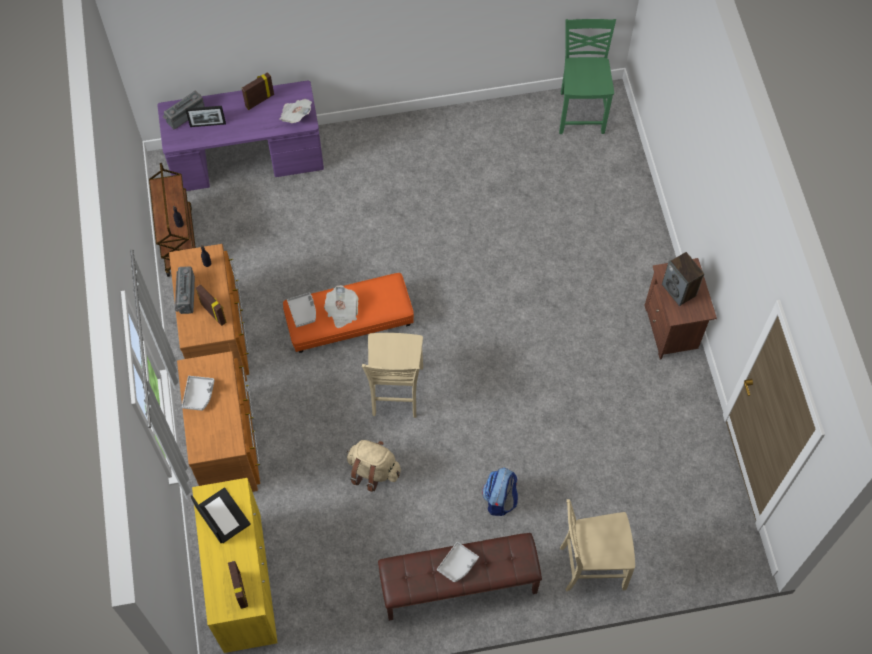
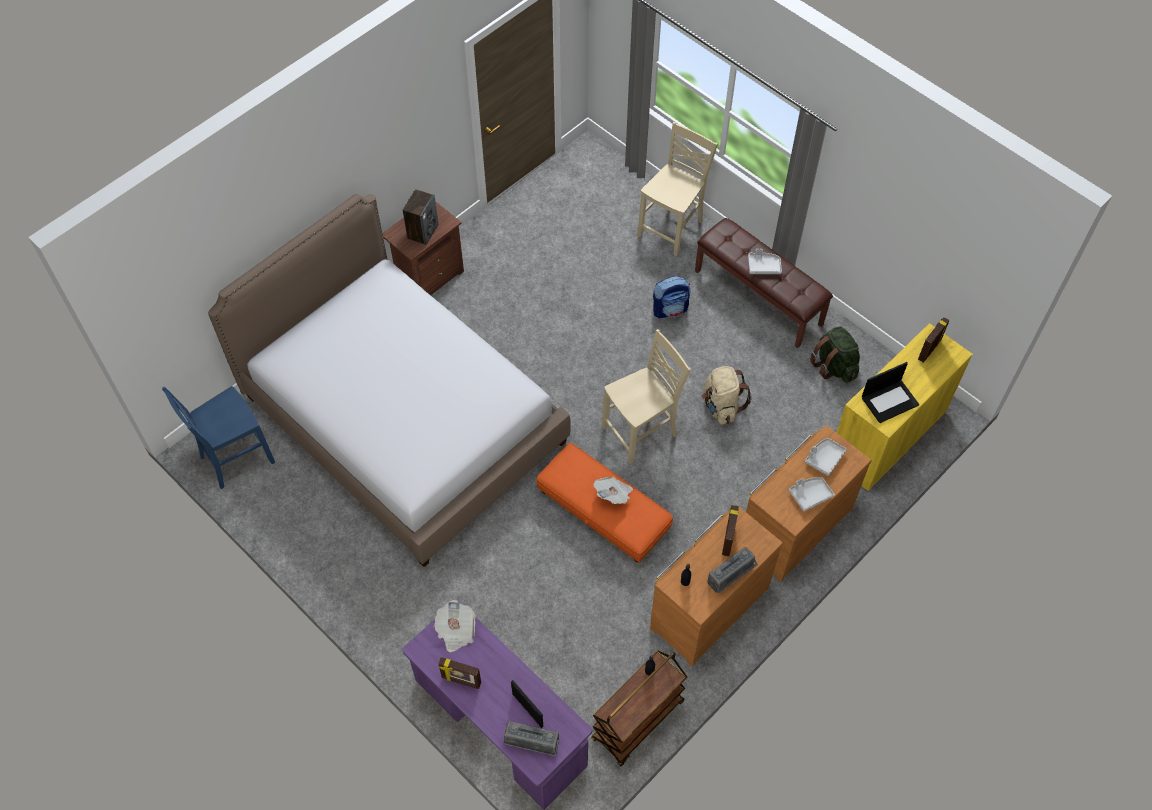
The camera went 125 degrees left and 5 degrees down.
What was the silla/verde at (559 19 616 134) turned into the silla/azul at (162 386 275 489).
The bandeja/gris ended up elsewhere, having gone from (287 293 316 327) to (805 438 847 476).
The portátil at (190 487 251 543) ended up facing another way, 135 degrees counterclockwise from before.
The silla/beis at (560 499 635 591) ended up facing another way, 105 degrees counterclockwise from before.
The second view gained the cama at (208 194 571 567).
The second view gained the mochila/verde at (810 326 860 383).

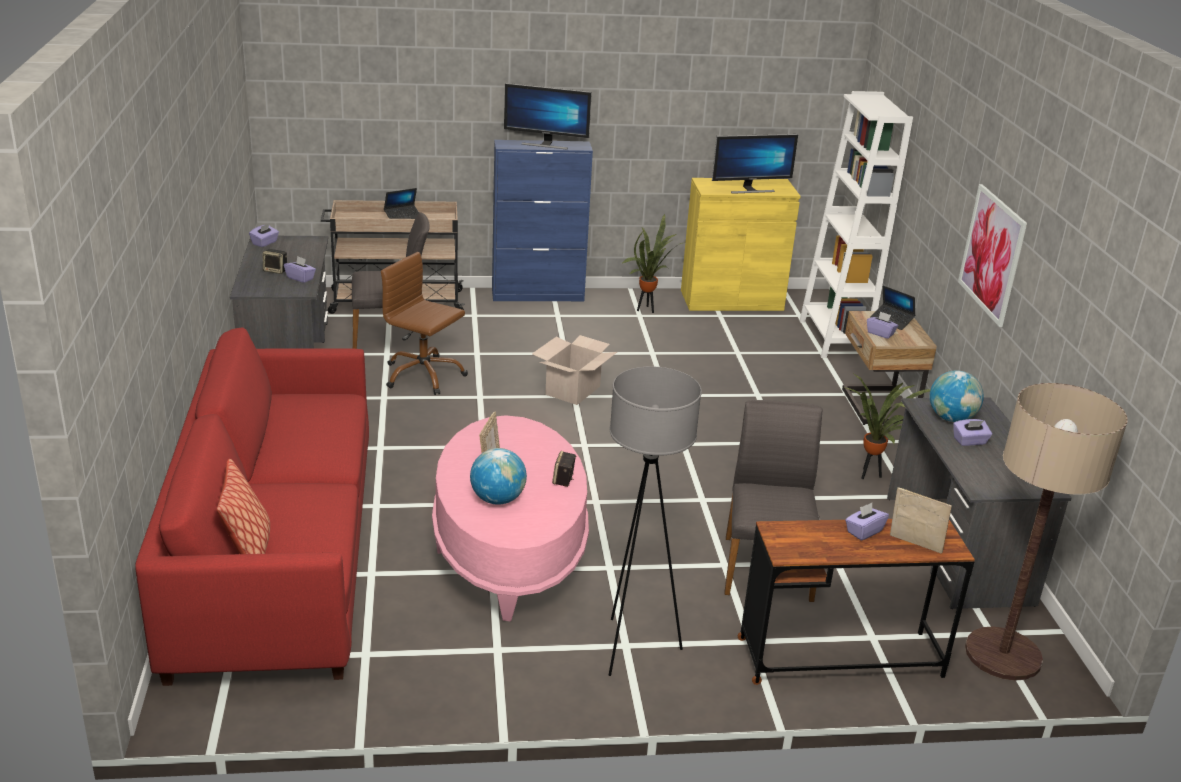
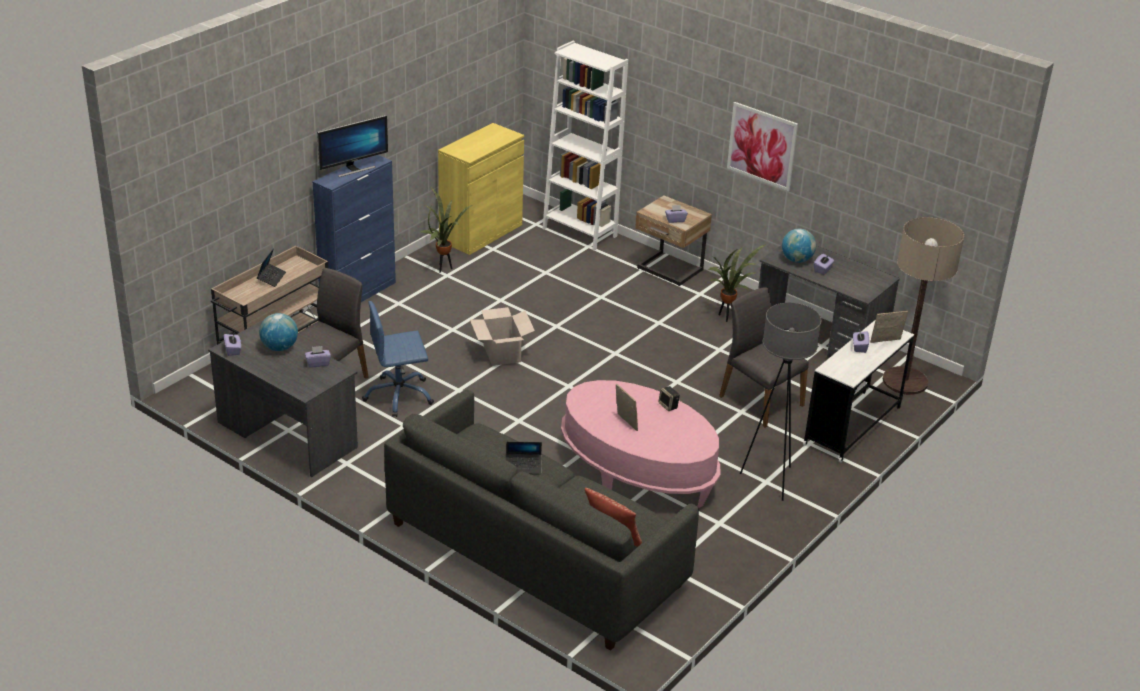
The camera went 45 degrees left and 5 degrees up.
The second view lost the monitor at (712 134 798 194).
The second view lost the altavoz at (263 249 287 274).
What was the silla de oficina/marrón at (381 252 468 395) turned into the silla de oficina/azul at (362 301 434 417).
The portátil ended up elsewhere, having gone from (870 286 915 330) to (506 442 542 474).
What was the sofá/rojo at (135 327 369 686) turned into the sofá/gris at (384 390 699 651).
The globo terráqueo ended up elsewhere, having gone from (470 448 527 505) to (259 313 298 351).
What was the escritorio/marrón at (738 519 975 685) turned into the escritorio/blanco at (803 320 914 462).

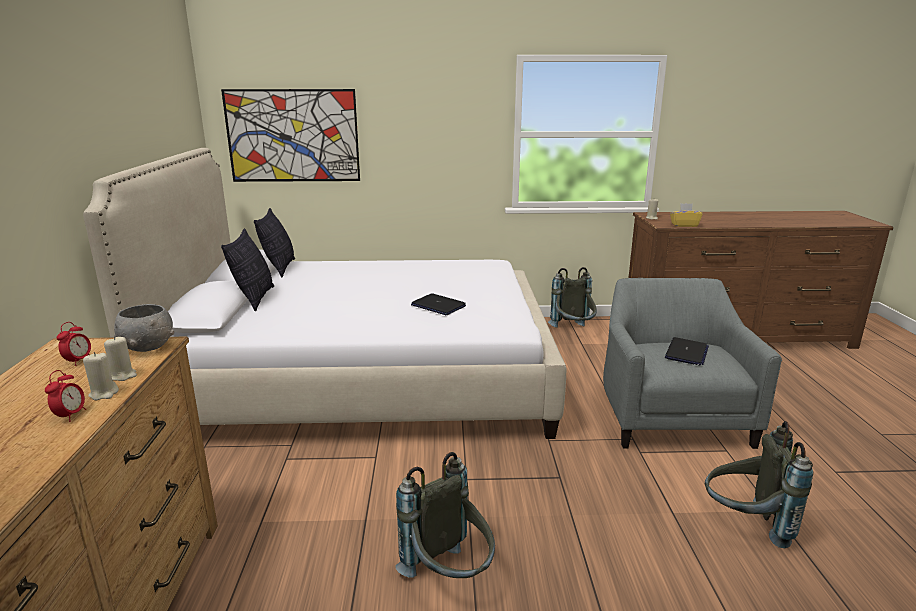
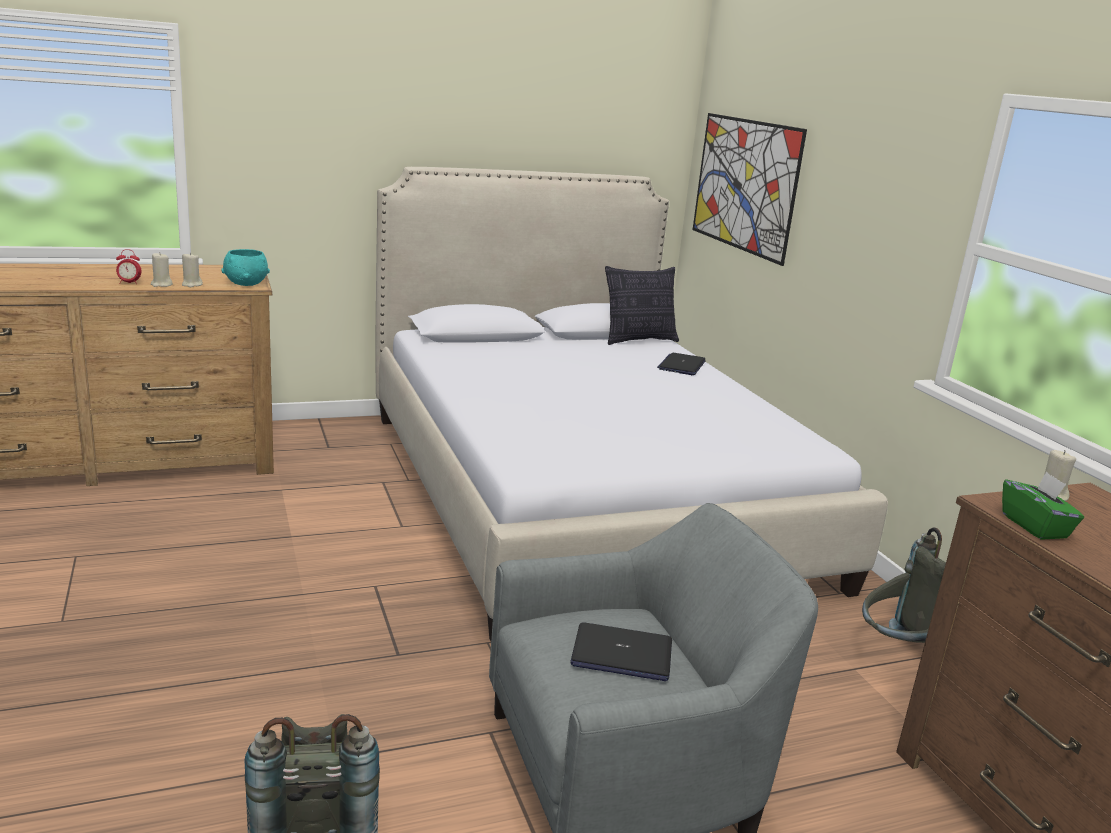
The camera went 70 degrees right and 0 degrees up.
What was the caja de pañuelos/amarillo at (670 203 703 227) turned into the caja de pañuelos/verde at (1002 472 1084 540).
The second view lost the cojín at (221 229 274 311).
The portátil ended up elsewhere, having gone from (411 294 466 315) to (657 353 706 375).
What was the cuenco/gris at (114 304 174 352) turned into the cuenco/turquesa at (221 249 270 286).
The second view lost the despertador at (56 322 91 366).
The second view lost the mochila/gris at (396 452 495 578).

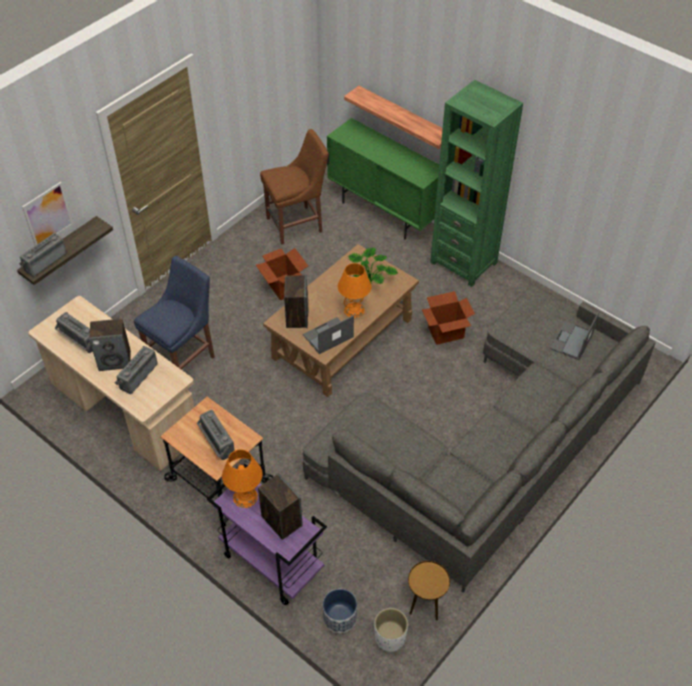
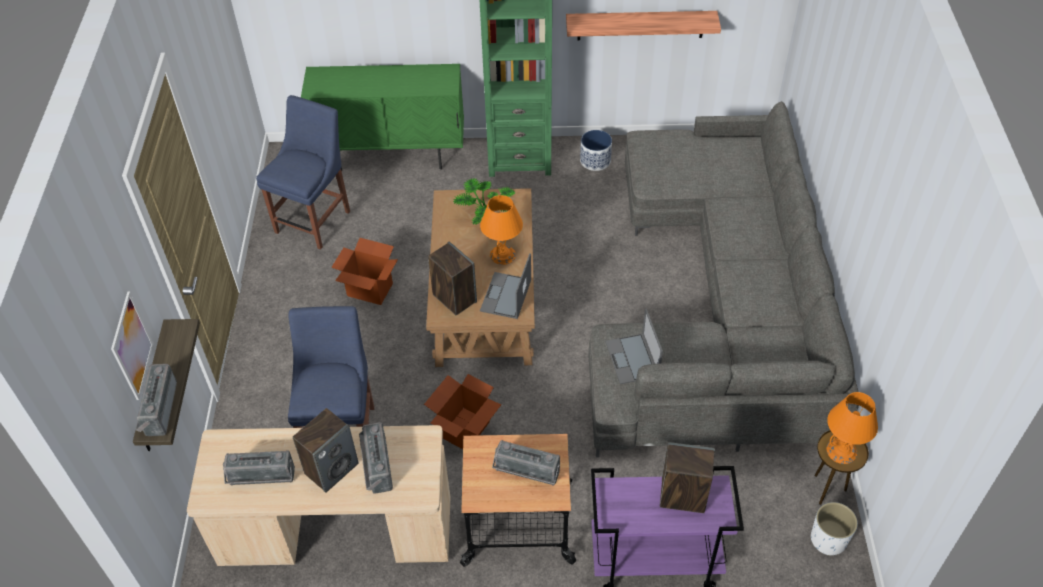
The camera went 40 degrees left and 0 degrees up.
The estante ended up elsewhere, having gone from (344 86 443 149) to (566 11 721 40).
What was the silla/marrón at (260 129 329 245) turned into the silla/azul at (256 95 350 250).
The caja de cartón ended up elsewhere, having gone from (422 291 475 345) to (424 374 501 449).
The portátil ended up elsewhere, having gone from (550 311 599 360) to (605 309 663 384).
The lámpara de mesa/naranja ended up elsewhere, having gone from (222 449 263 508) to (827 392 878 464).
The maceta ended up elsewhere, having gone from (323 589 357 633) to (580 130 612 171).

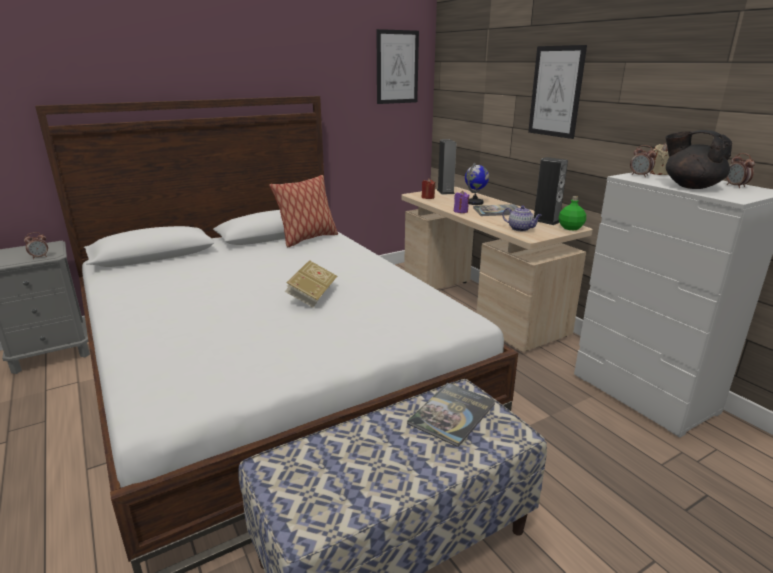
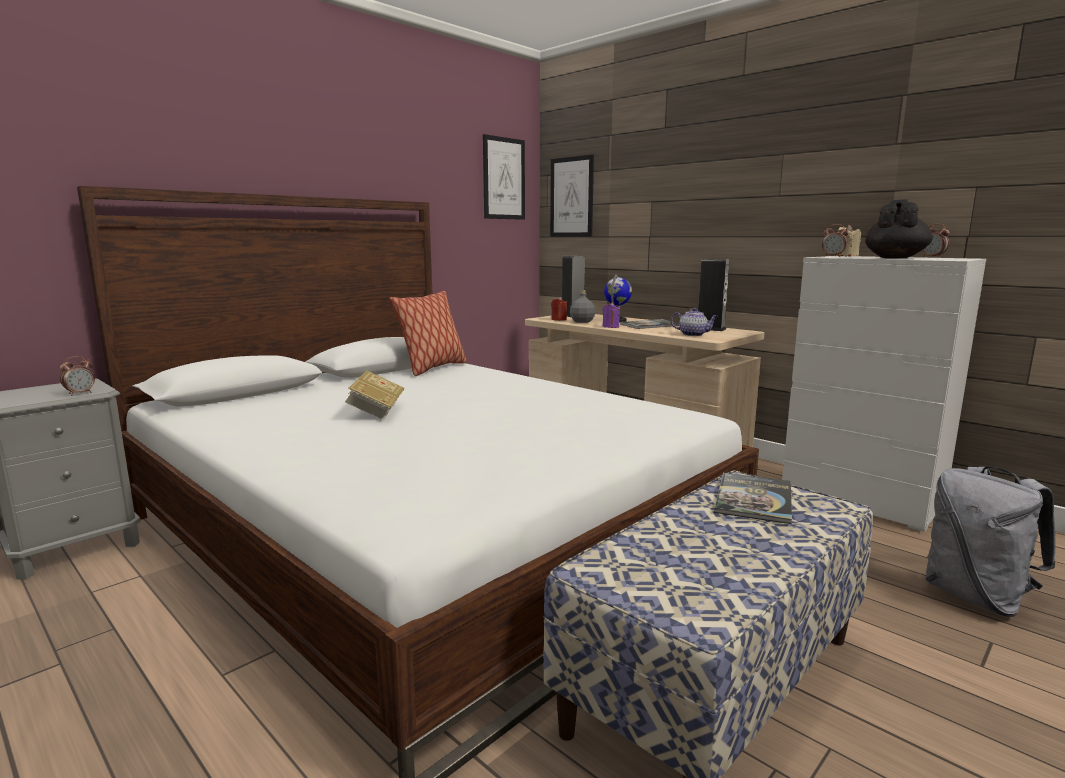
The camera went 15 degrees left and 10 degrees down.
The cuadro ended up elsewhere, having gone from (528 45 587 139) to (550 155 594 237).
The tetera/negro at (665 130 732 189) ended up facing another way, 90 degrees clockwise from before.
The second view lost the botella/verde at (559 196 586 230).
The libro ended up elsewhere, having gone from (285 260 337 308) to (345 371 405 420).
The second view gained the botella/gris at (570 290 596 323).
The second view gained the mochila/gris at (925 466 1056 617).

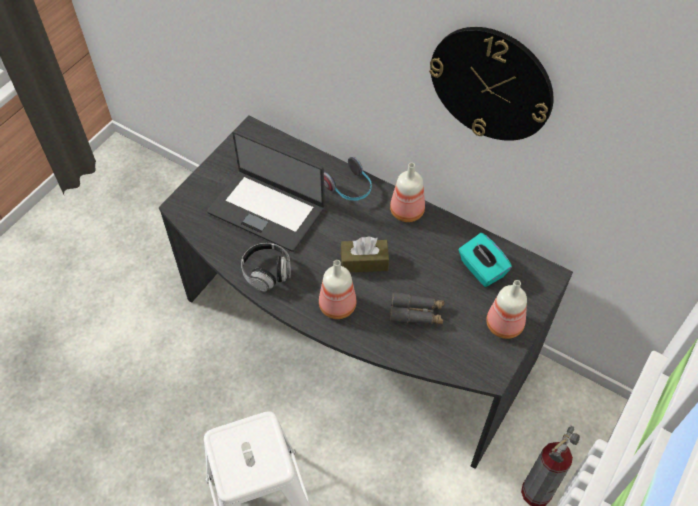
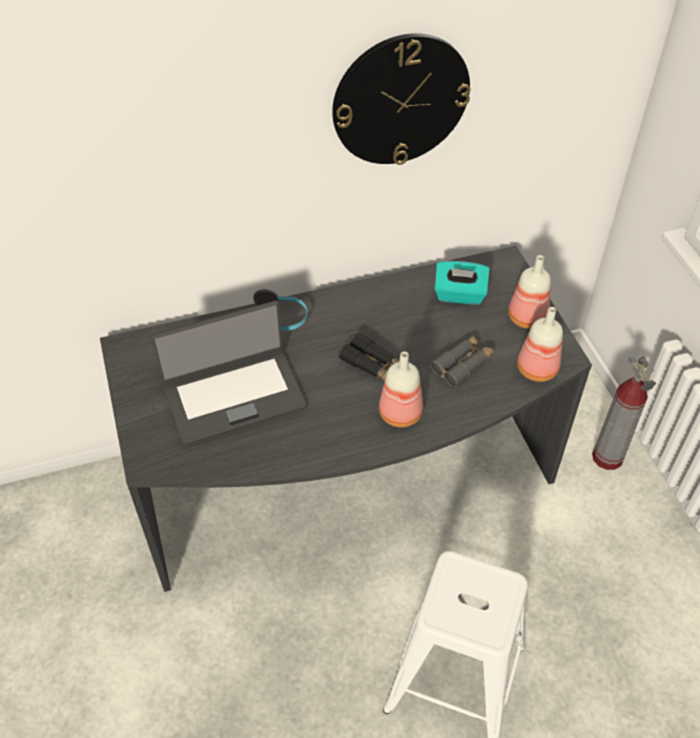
The camera went 50 degrees left and 5 degrees down.
The botella ended up elsewhere, having gone from (390 163 425 222) to (517 307 563 382).
Where the caja de pañuelos/marrón stood at (341 236 389 272), the prismáticos/negro came to stand at (338 332 400 381).
The second view lost the auriculares at (241 243 291 292).

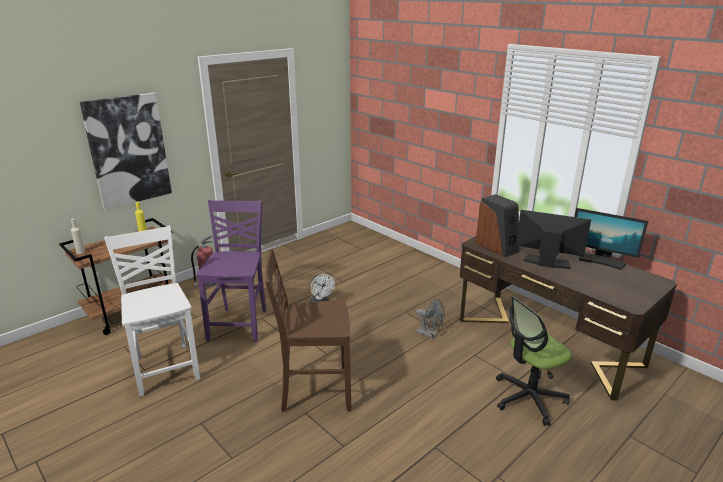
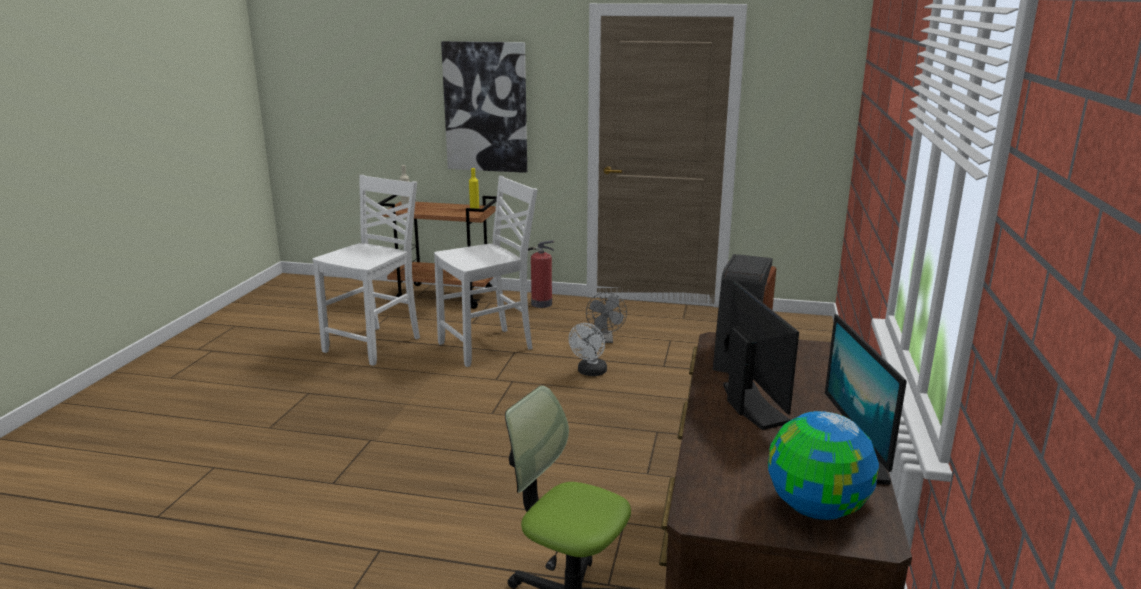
The camera went 55 degrees right and 5 degrees down.
What was the silla/morado at (196 200 266 342) turned into the silla/blanco at (434 176 538 367).
The second view lost the silla/marrón at (265 249 351 412).
The ventilador/gris ended up elsewhere, having gone from (416 299 445 339) to (586 292 627 343).
The second view gained the globo terráqueo at (768 411 879 520).

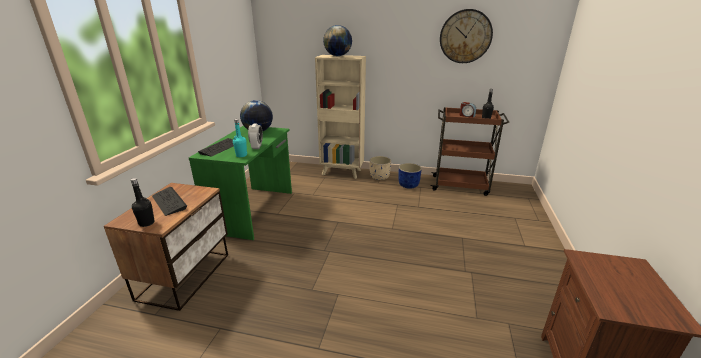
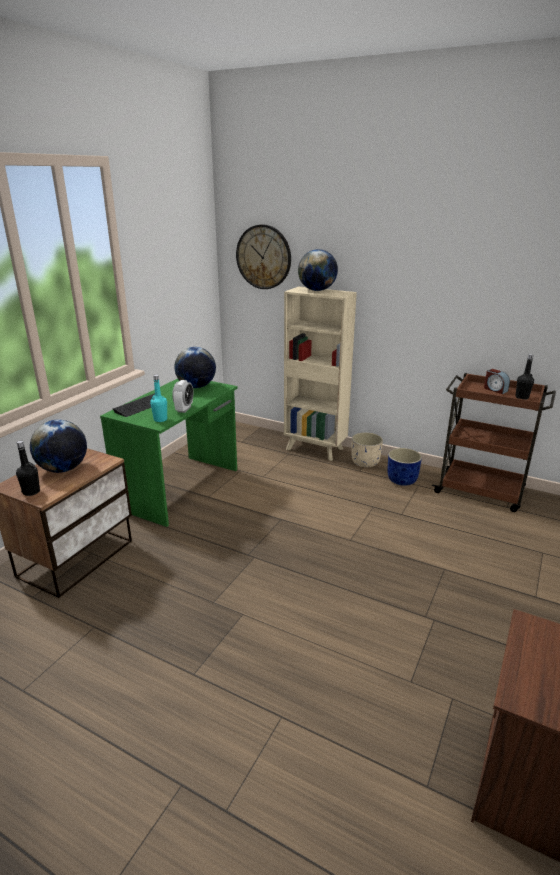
The camera went 15 degrees right and 0 degrees up.
The reloj de pared ended up elsewhere, having gone from (440 9 493 63) to (236 224 291 289).
Where the teclado stood at (152 187 187 216), the globo terráqueo came to stand at (30 420 87 473).

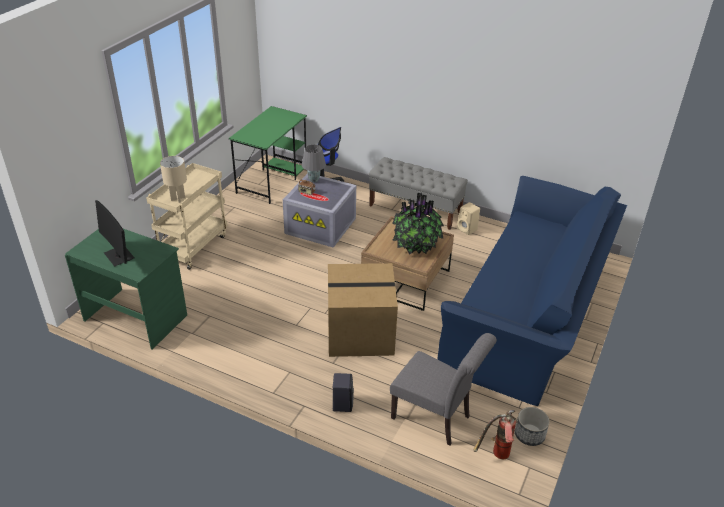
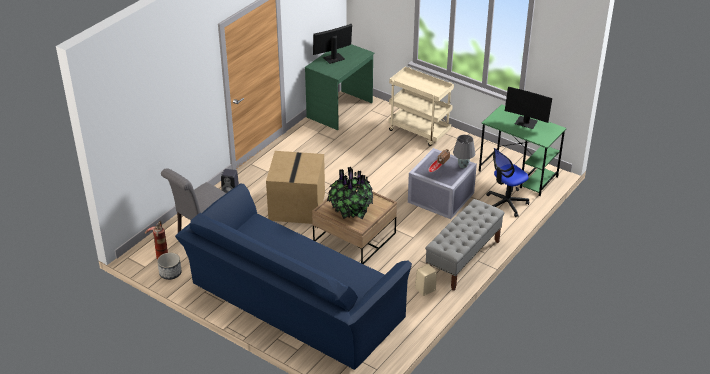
The camera went 100 degrees right and 0 degrees up.
The second view lost the lámpara de mesa/beis at (160 156 187 203).
The second view gained the monitor at (505 87 552 129).

